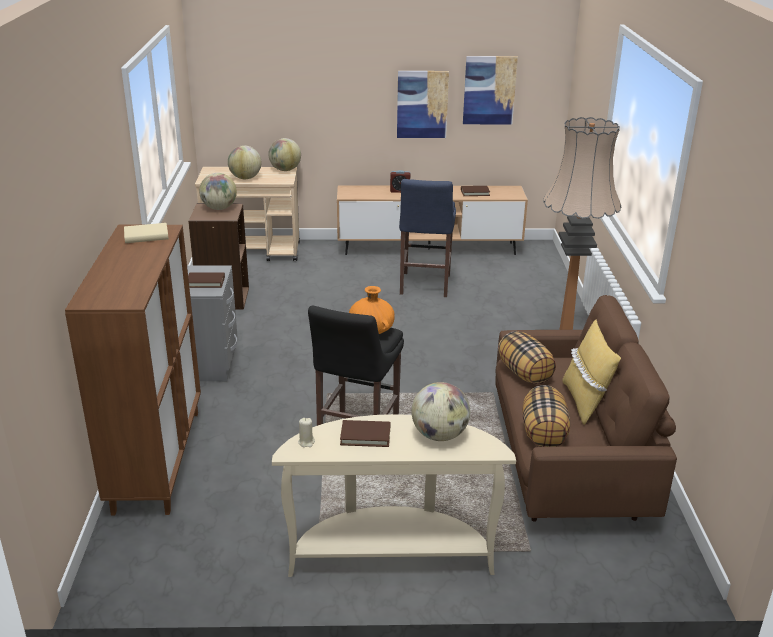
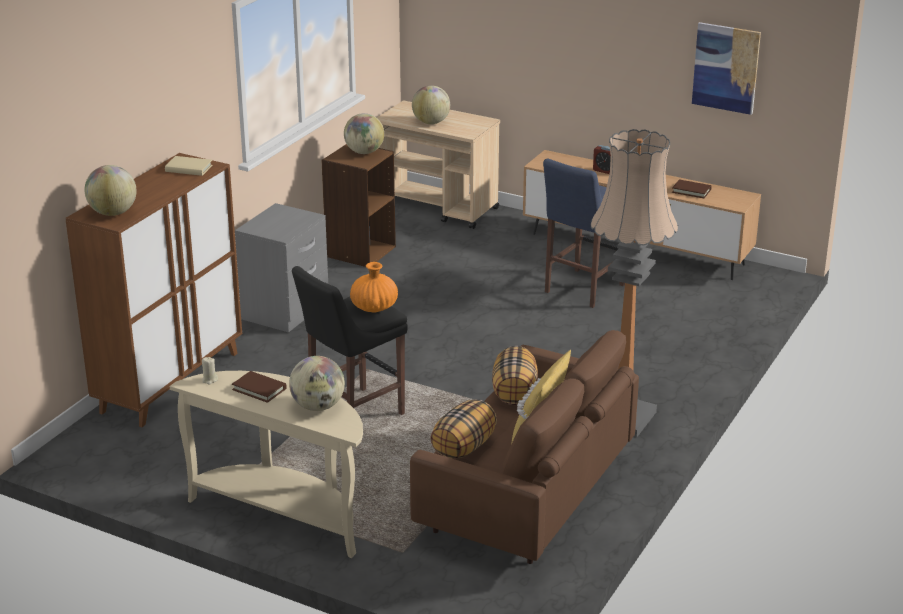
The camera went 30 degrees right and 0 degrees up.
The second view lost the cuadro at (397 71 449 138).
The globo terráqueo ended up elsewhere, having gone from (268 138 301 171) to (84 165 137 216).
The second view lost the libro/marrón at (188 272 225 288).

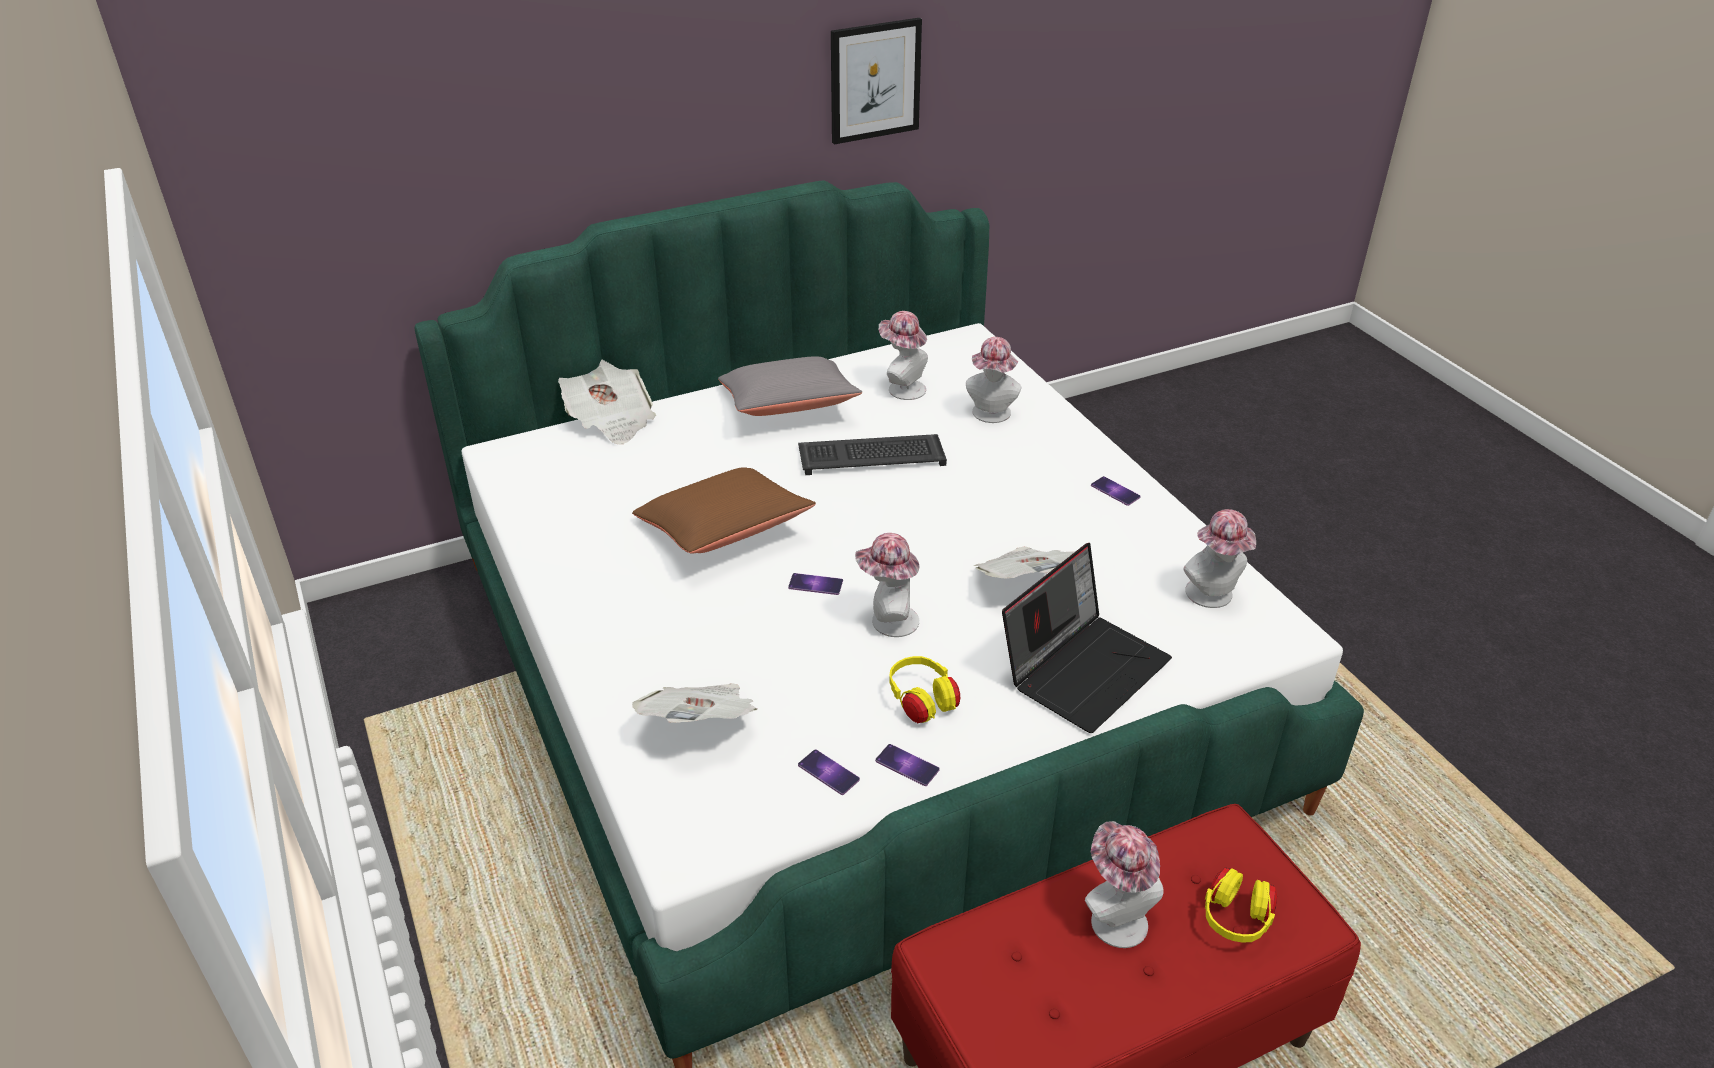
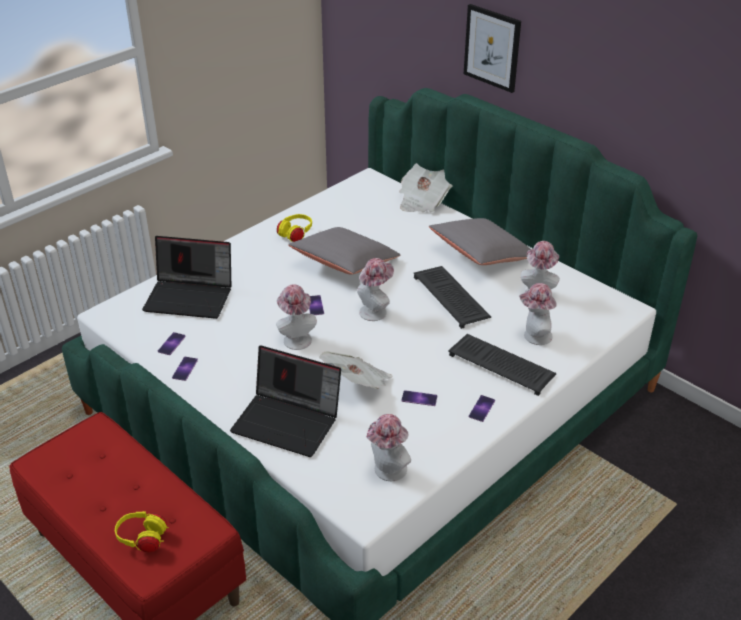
The camera went 70 degrees right and 0 degrees up.
The cuadro ended up elsewhere, having gone from (831 18 922 144) to (464 4 521 93).
What was the cojín/marrón at (632 467 816 554) turned into the cojín/gris at (288 227 401 274).
The auriculares/amarillo ended up elsewhere, having gone from (889 656 960 723) to (277 214 312 242).
Where the periódico stood at (632 683 757 723), the portátil came to stand at (142 236 231 319).
The sombrero ended up elsewhere, having gone from (1085 821 1164 948) to (357 258 394 321).
The second view gained the teclado at (448 334 557 396).
The second view gained the móvil at (401 390 437 406).

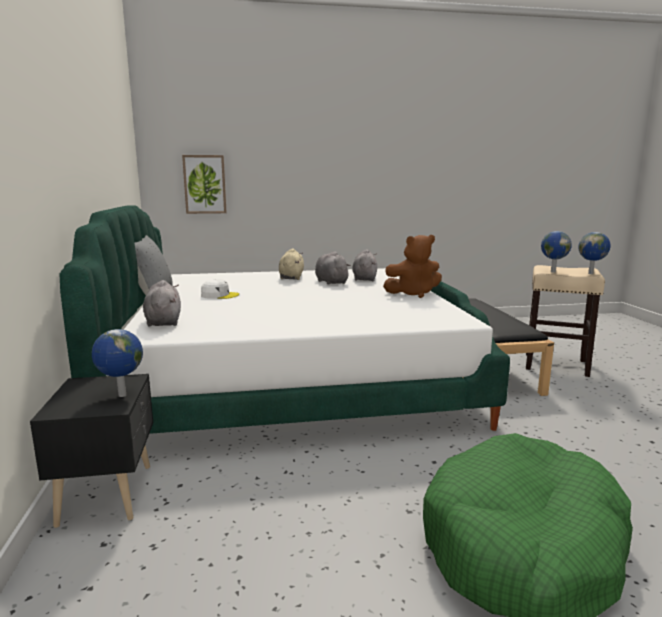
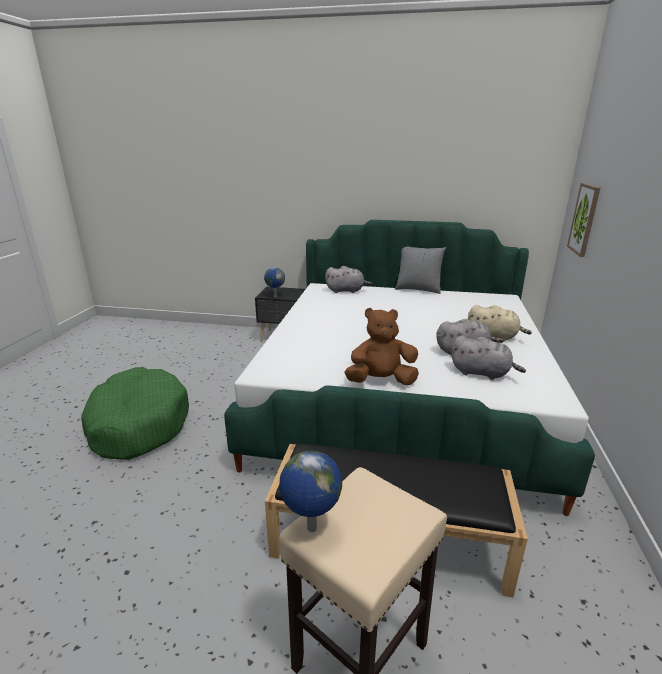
The camera went 110 degrees right and 10 degrees up.
The second view lost the globo terráqueo at (541 231 572 273).
The peluche/marrón at (383 235 442 298) ended up facing another way, 75 degrees clockwise from before.
The second view lost the gorra/blanco at (201 279 239 299).

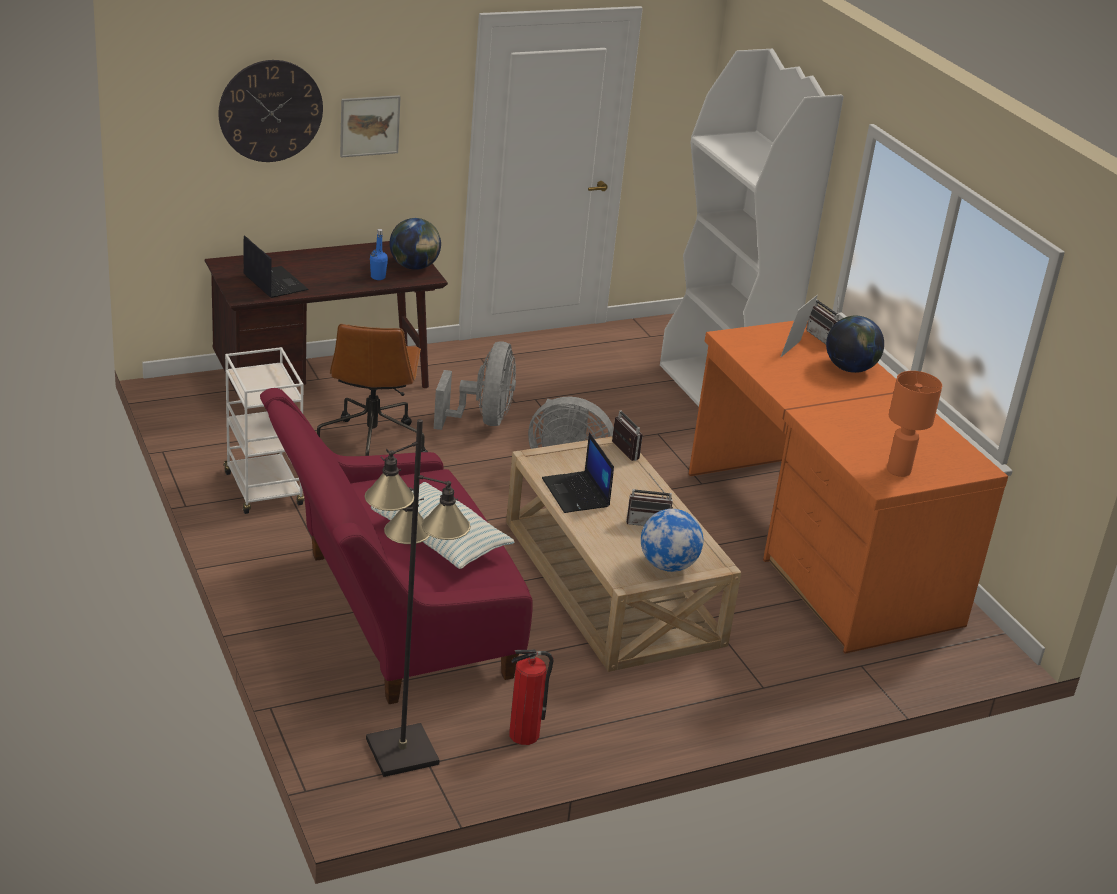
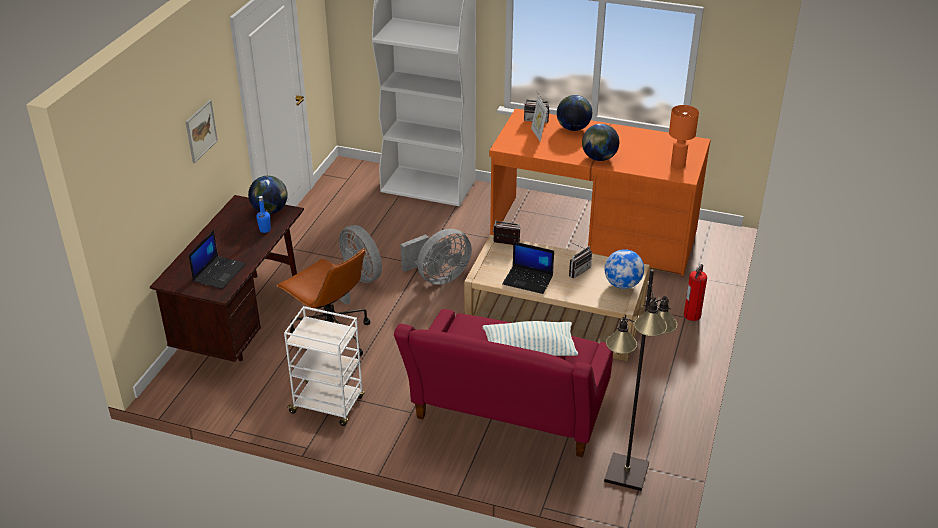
The camera went 45 degrees left and 5 degrees up.
The second view lost the reloj de pared at (218 60 323 162).
The portátil at (243 235 309 298) ended up facing another way, 105 degrees clockwise from before.
The extintor ended up elsewhere, having gone from (509 650 554 745) to (684 264 707 321).
The second view gained the globo terráqueo at (582 124 619 161).

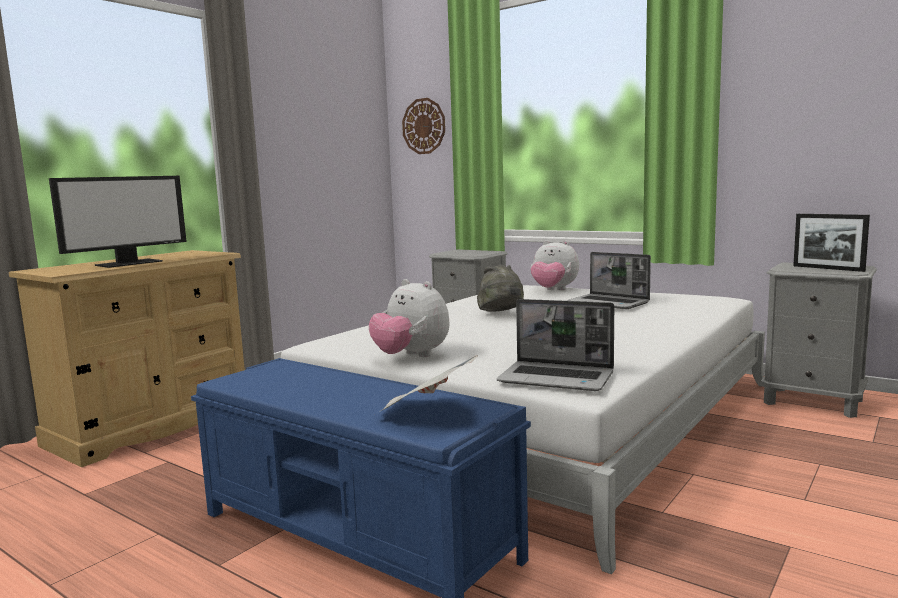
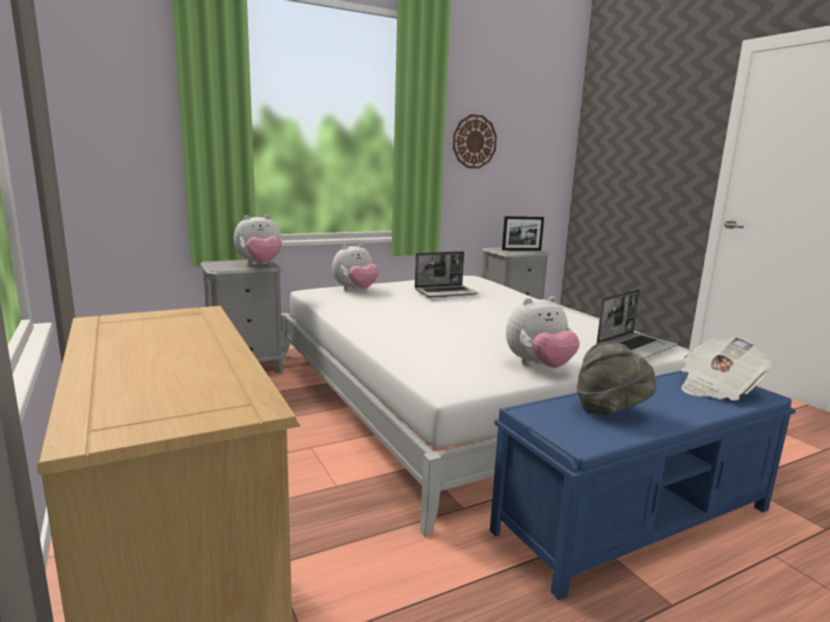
The camera went 65 degrees left and 5 degrees up.
The reloj de pared ended up elsewhere, having gone from (402 98 445 154) to (453 114 497 169).
The second view lost the monitor at (49 176 187 268).
The sombrero/gris ended up elsewhere, having gone from (477 265 524 312) to (576 341 657 415).
The second view gained the peluche at (234 215 282 265).

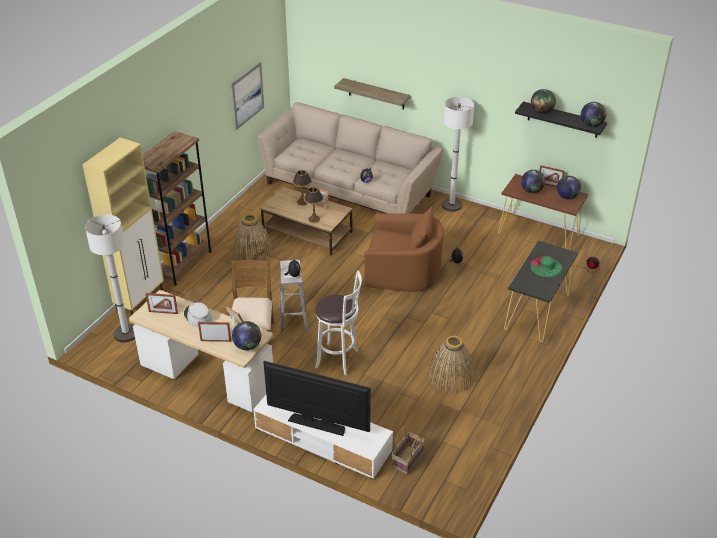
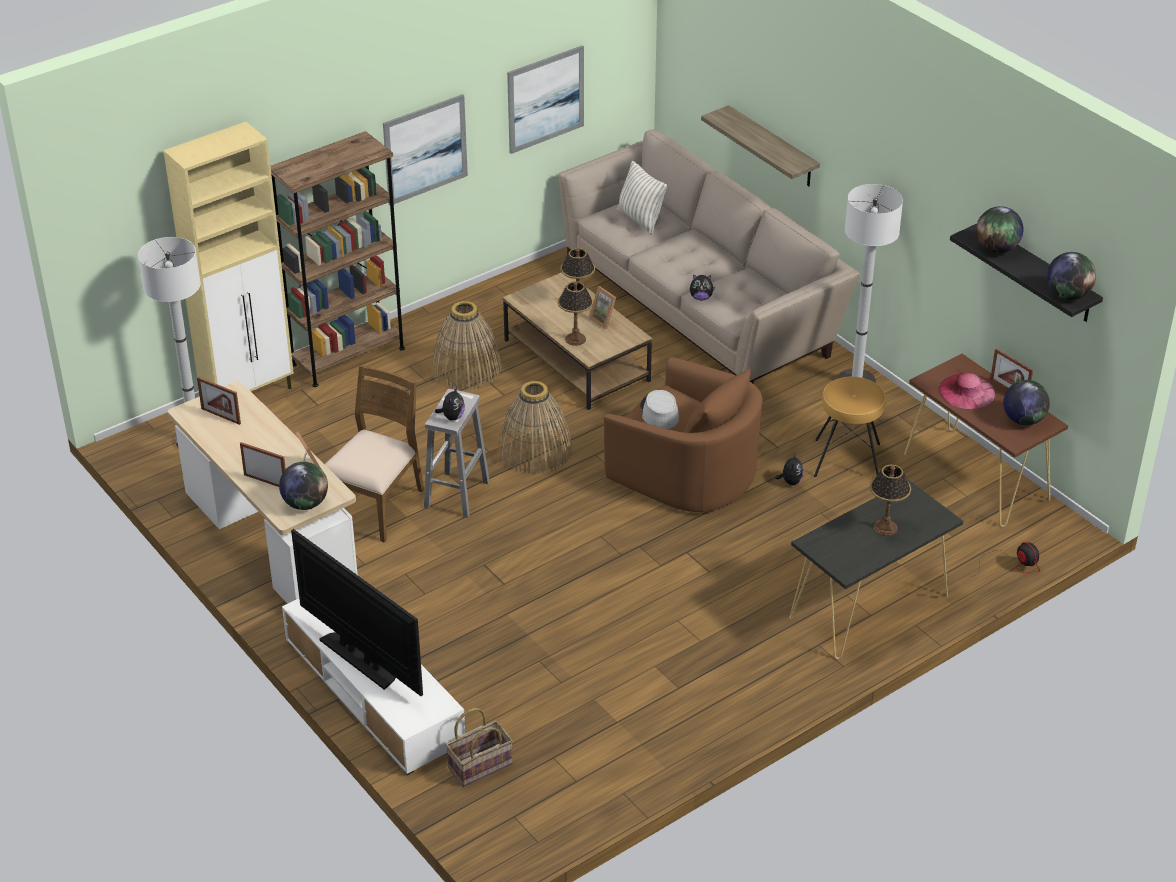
The camera went 25 degrees right and 0 degrees up.
Where the globo terráqueo stood at (521 170 545 193), the sombrero/rosa came to stand at (939 372 995 409).
Where the sombrero/verde stood at (530 256 563 277), the lámpara de mesa came to stand at (870 465 911 536).
The second view lost the taburete/blanco at (315 271 362 376).
The sombrero/gris ended up elsewhere, having gone from (184 302 212 328) to (640 390 679 429).
The cesta ended up elsewhere, having gone from (429 336 474 394) to (499 381 572 474).
The second view gained the cuadro at (383 94 468 205).
The second view gained the cojín at (617 161 667 235).
The second view gained the taburete/marrón at (814 376 886 477).

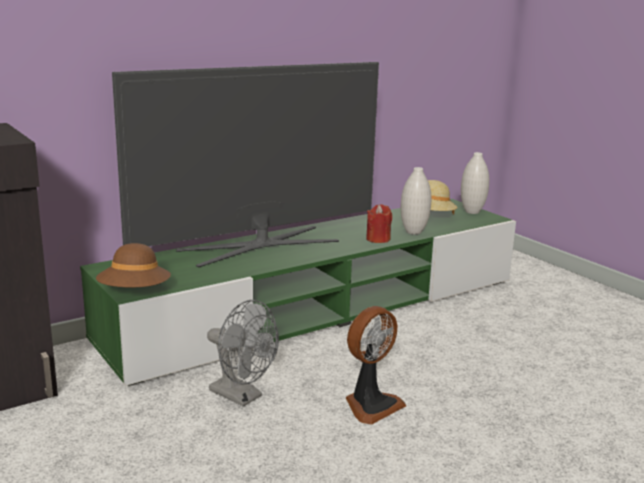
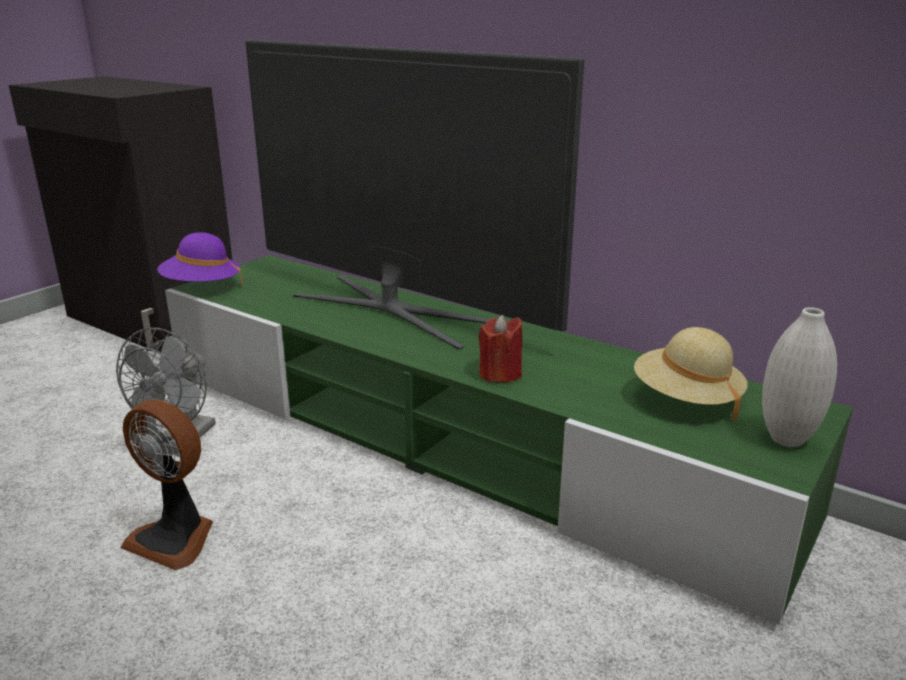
The camera went 70 degrees right and 5 degrees up.
The second view lost the florero/blanco at (401 167 431 235).
What was the sombrero/marrón at (96 243 171 287) turned into the sombrero/morado at (157 232 243 286).

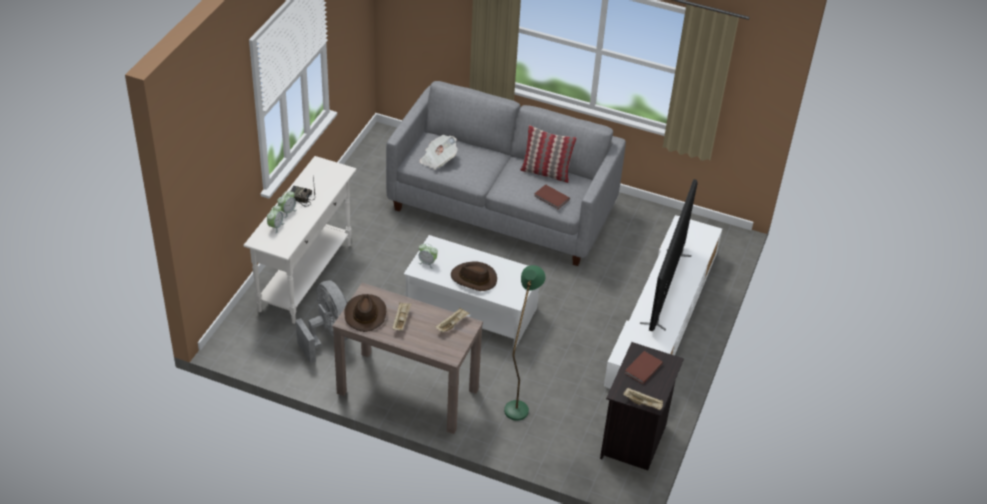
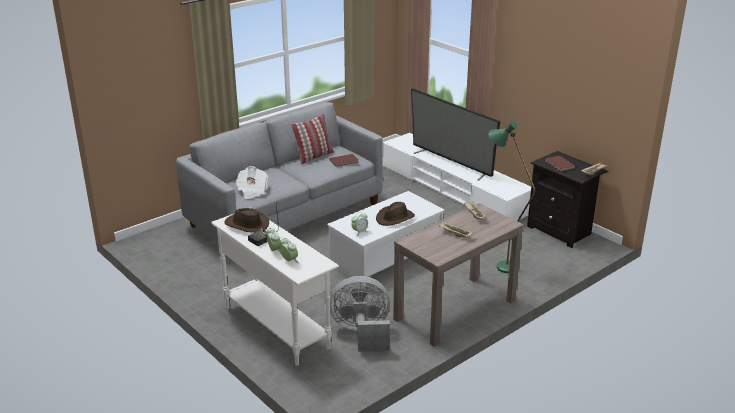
The camera went 60 degrees left and 15 degrees down.
The sombrero/marrón ended up elsewhere, having gone from (345 294 386 332) to (224 208 269 232).

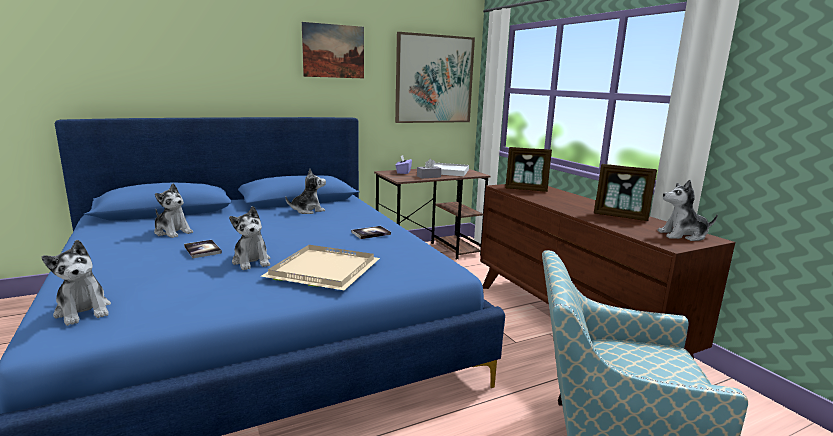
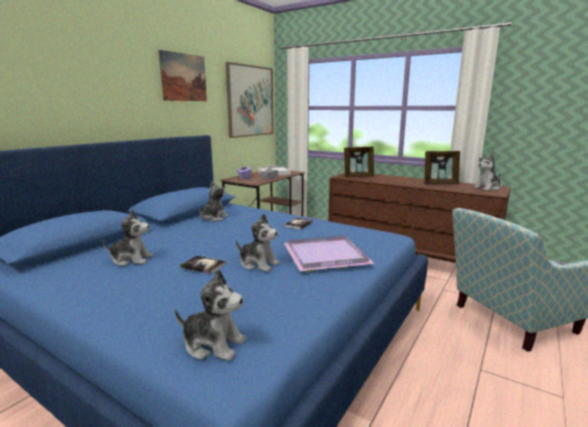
The camera went 30 degrees left and 0 degrees up.
What was the bandeja/beis at (261 245 380 290) turned into the bandeja/morado at (284 235 375 272).

